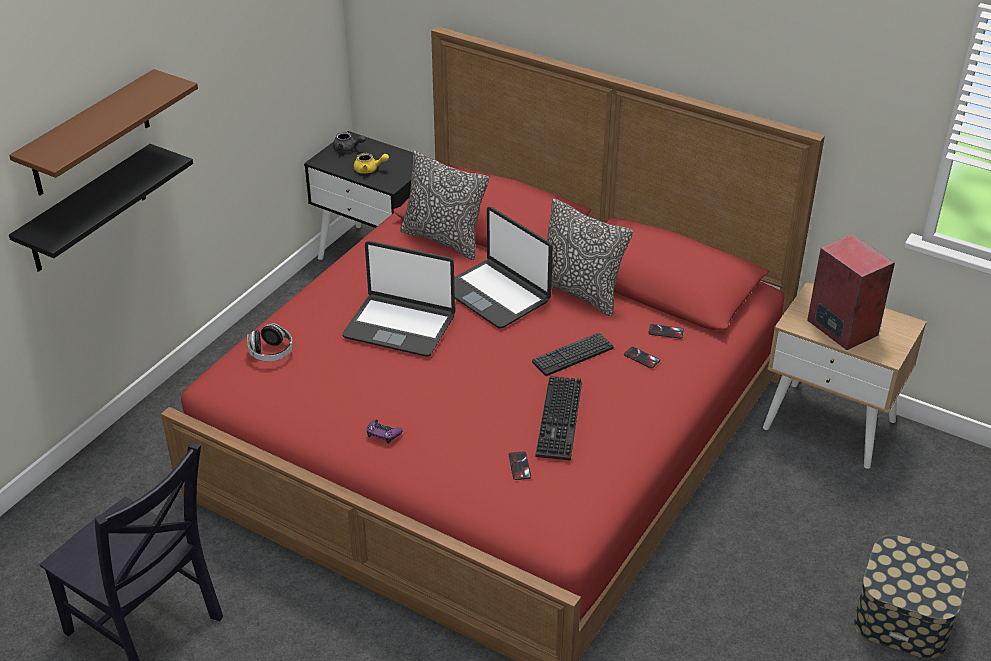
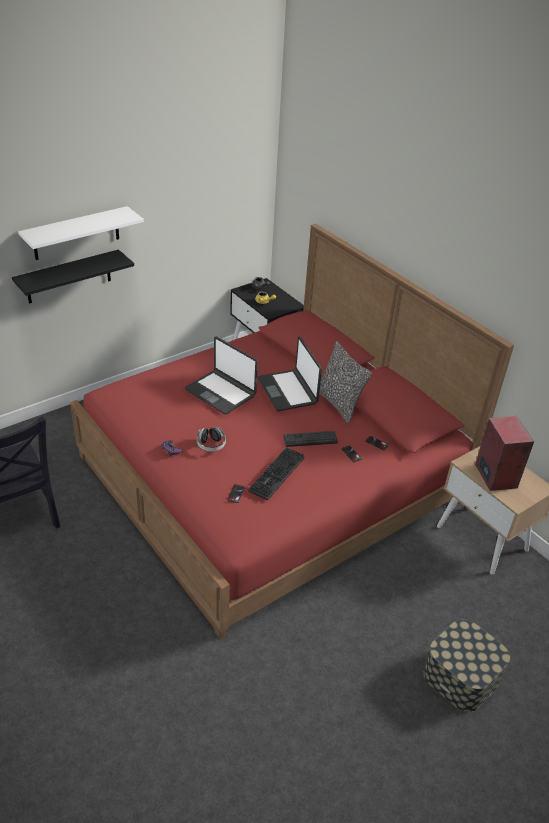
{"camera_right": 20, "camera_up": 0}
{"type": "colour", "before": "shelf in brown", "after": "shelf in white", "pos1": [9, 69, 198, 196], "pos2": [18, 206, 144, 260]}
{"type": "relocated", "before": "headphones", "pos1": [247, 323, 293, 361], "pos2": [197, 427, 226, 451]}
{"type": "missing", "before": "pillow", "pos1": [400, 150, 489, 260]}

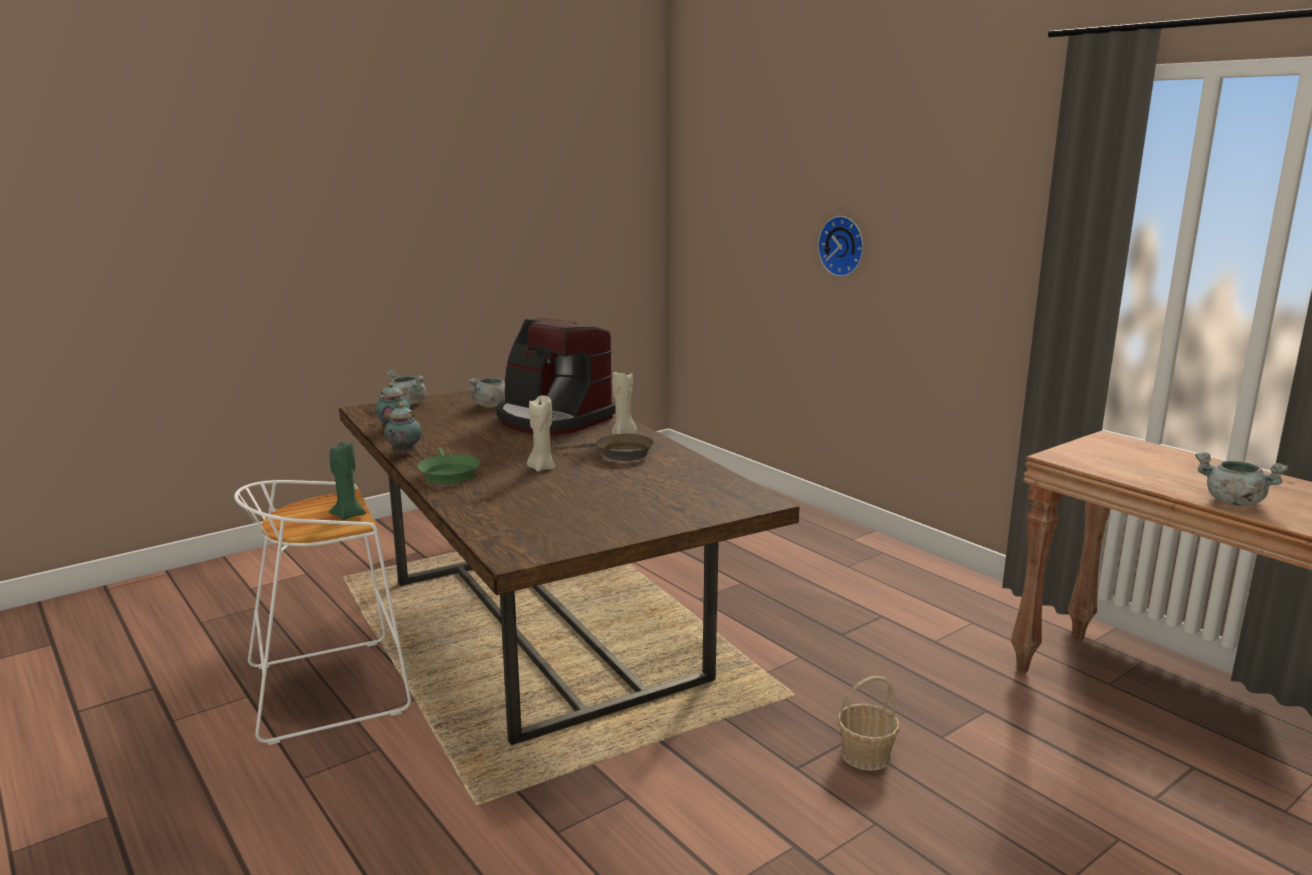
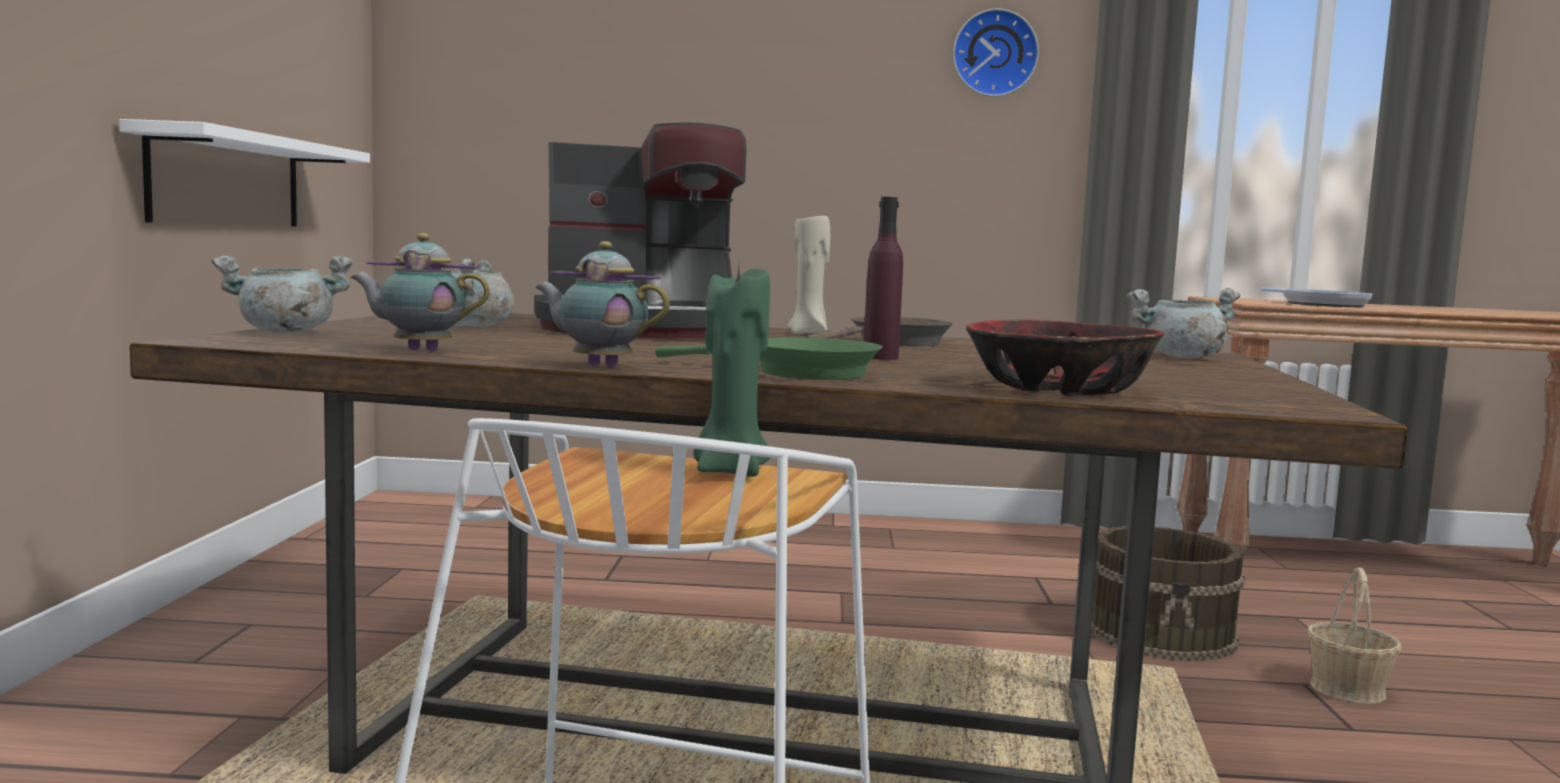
{"camera_right": -50, "camera_up": -10}
{"type": "appeared", "after": "shelf in white", "pos2": [119, 119, 370, 226]}
{"type": "spun", "before": "teapot", "pos1": [384, 404, 422, 455], "pos2": [535, 241, 670, 367], "turn": 150}
{"type": "exchanged", "before": "candle in beige", "after": "bottle in purple", "pos1": [527, 395, 555, 472], "pos2": [864, 197, 903, 360]}
{"type": "relocated", "before": "wall clock", "pos1": [818, 216, 863, 277], "pos2": [953, 9, 1039, 97]}
{"type": "appeared", "after": "bowl", "pos2": [966, 319, 1165, 396]}
{"type": "appeared", "after": "bucket in brown", "pos2": [1091, 526, 1245, 662]}
{"type": "relocated", "before": "cooking pot in grey", "pos1": [1195, 452, 1288, 506], "pos2": [1126, 288, 1240, 358]}
{"type": "appeared", "after": "frying pan", "pos2": [1260, 287, 1372, 308]}

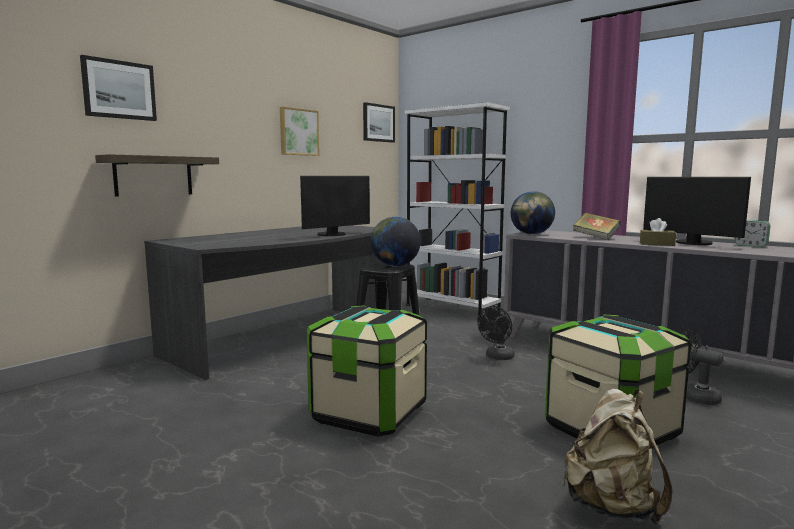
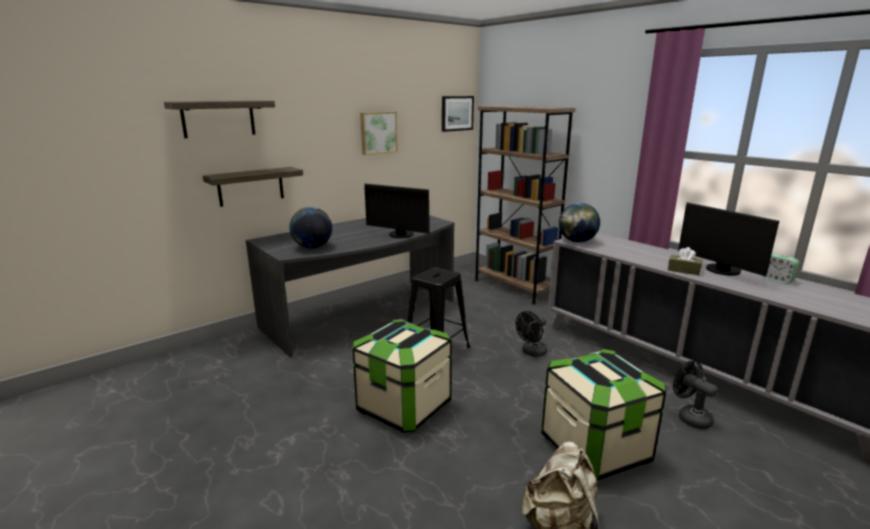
{"camera_right": 10, "camera_up": 10}
{"type": "exchanged", "before": "picture", "after": "shelf", "pos1": [80, 55, 157, 121], "pos2": [164, 100, 275, 138]}
{"type": "relocated", "before": "globe", "pos1": [371, 217, 421, 266], "pos2": [290, 207, 332, 248]}
{"type": "spun", "before": "monitor", "pos1": [300, 176, 370, 236], "pos2": [364, 183, 429, 238], "turn": 60}
{"type": "colour", "before": "bookcase in white", "after": "bookcase in brown", "pos1": [405, 102, 510, 320], "pos2": [475, 106, 576, 304]}
{"type": "missing", "before": "book", "pos1": [573, 213, 621, 240]}

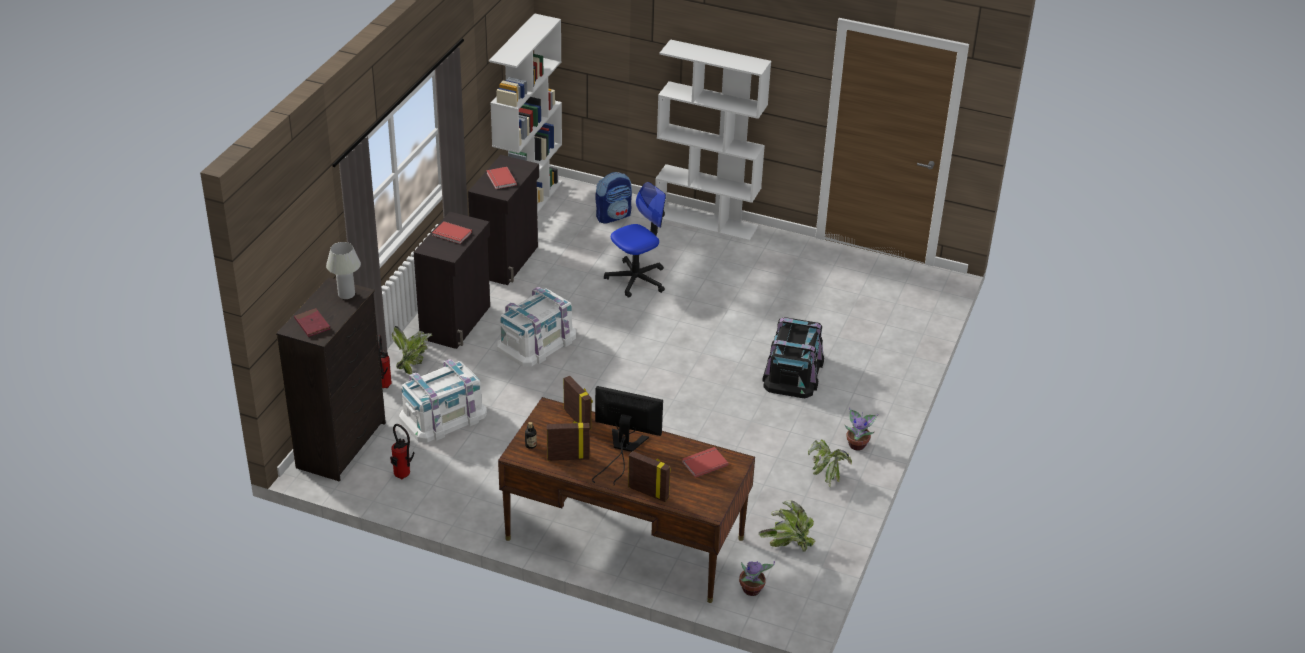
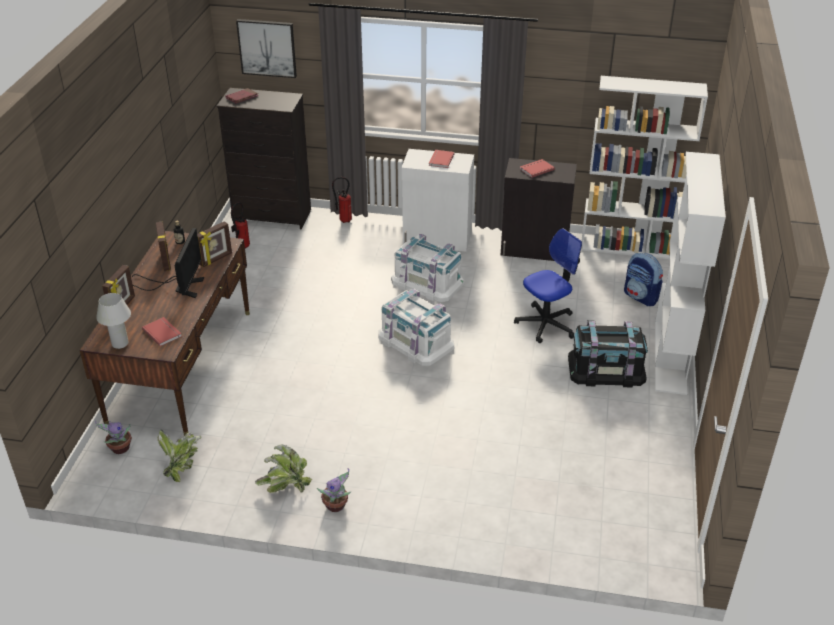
{"camera_right": 80, "camera_up": 0}
{"type": "relocated", "before": "table lamp in white", "pos1": [326, 242, 361, 299], "pos2": [96, 293, 131, 349]}
{"type": "appeared", "after": "picture", "pos2": [236, 19, 297, 78]}
{"type": "relocated", "before": "storage box in white", "pos1": [399, 359, 487, 443], "pos2": [379, 289, 454, 366]}
{"type": "colour", "before": "cabinet in black", "after": "cabinet in white", "pos1": [414, 212, 490, 349], "pos2": [401, 149, 474, 252]}
{"type": "spun", "before": "office chair", "pos1": [604, 182, 666, 298], "pos2": [514, 228, 582, 343], "turn": -75}
{"type": "relocated", "before": "storage box in black", "pos1": [762, 317, 824, 398], "pos2": [568, 320, 648, 387]}
{"type": "missing", "before": "potted plant", "pos1": [392, 326, 432, 375]}

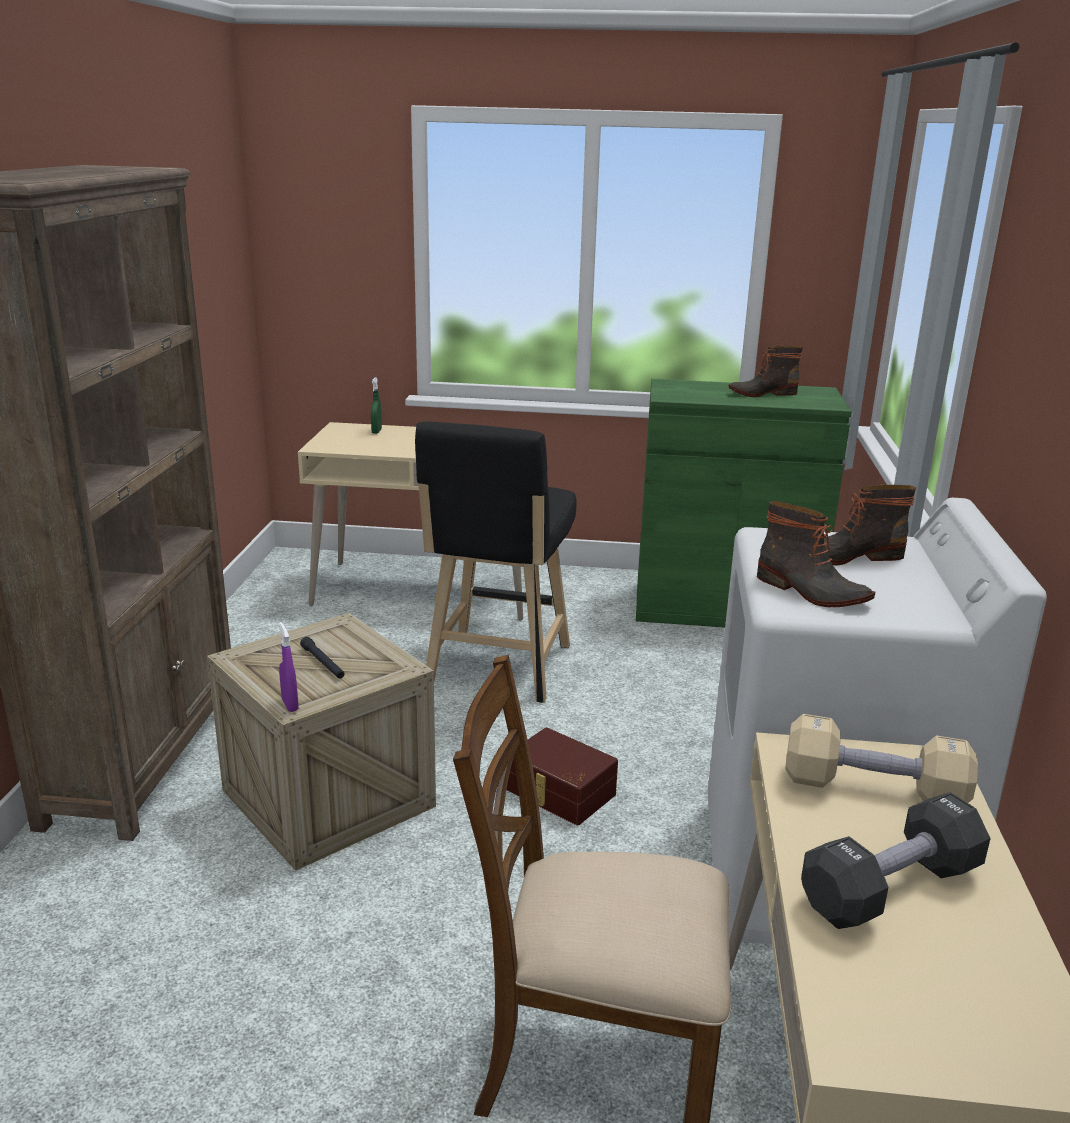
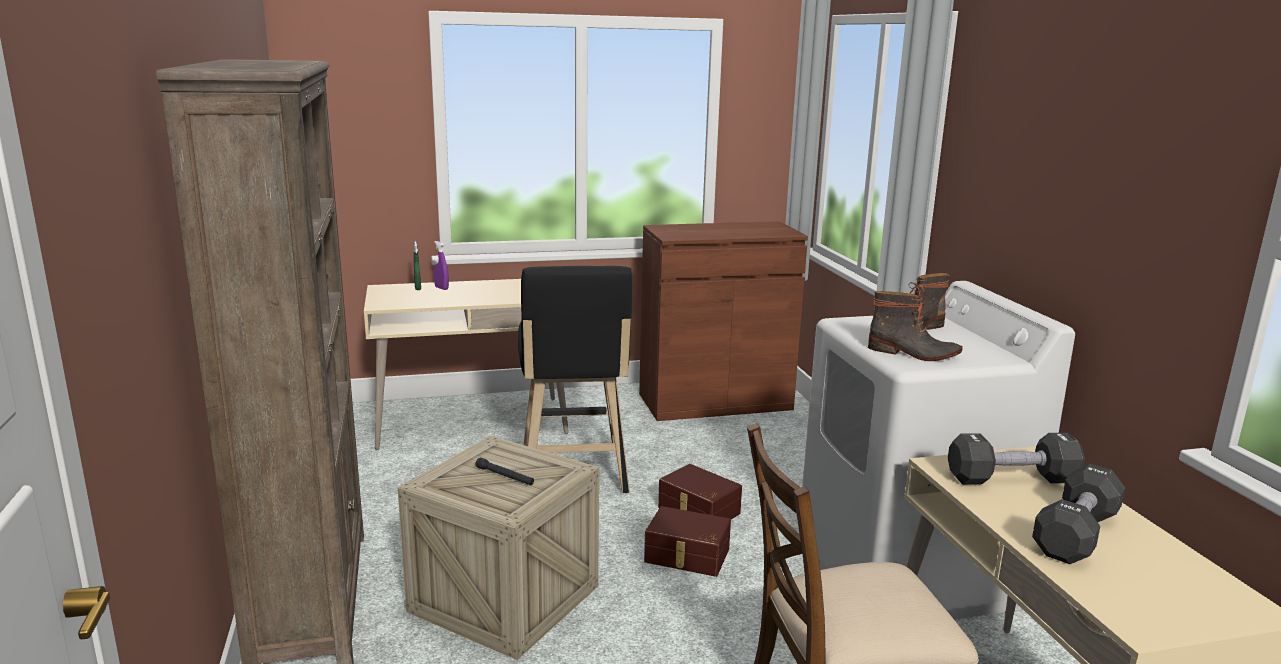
{"camera_right": -20, "camera_up": -5}
{"type": "relocated", "before": "spray bottle in purple", "pos1": [279, 622, 299, 712], "pos2": [433, 241, 449, 290]}
{"type": "colour", "before": "cabinet in green", "after": "cabinet in brown", "pos1": [636, 379, 852, 628], "pos2": [639, 221, 808, 421]}
{"type": "appeared", "after": "storage box in brown", "pos2": [658, 464, 742, 519]}
{"type": "colour", "before": "dumbbell in beige", "after": "dumbbell in black", "pos1": [785, 714, 978, 803], "pos2": [948, 433, 1085, 485]}
{"type": "missing", "before": "boot", "pos1": [729, 346, 803, 397]}

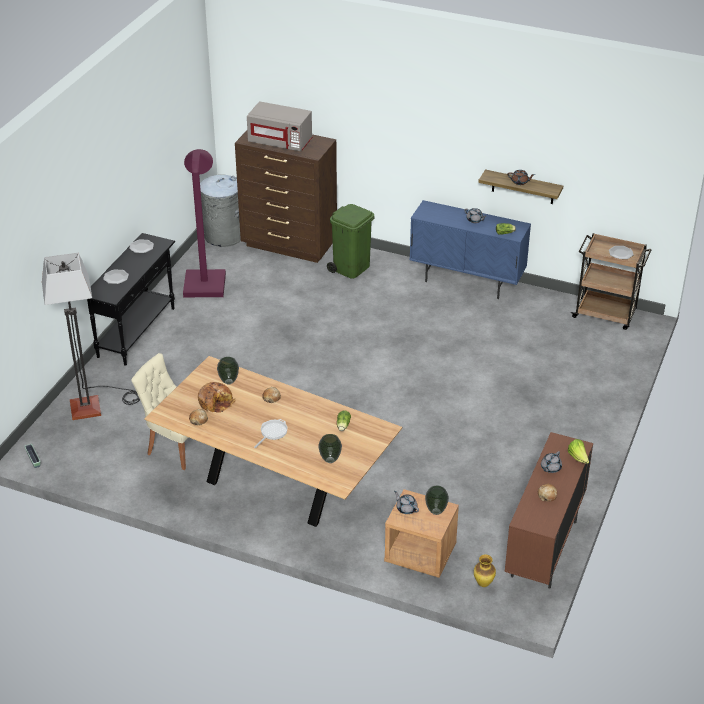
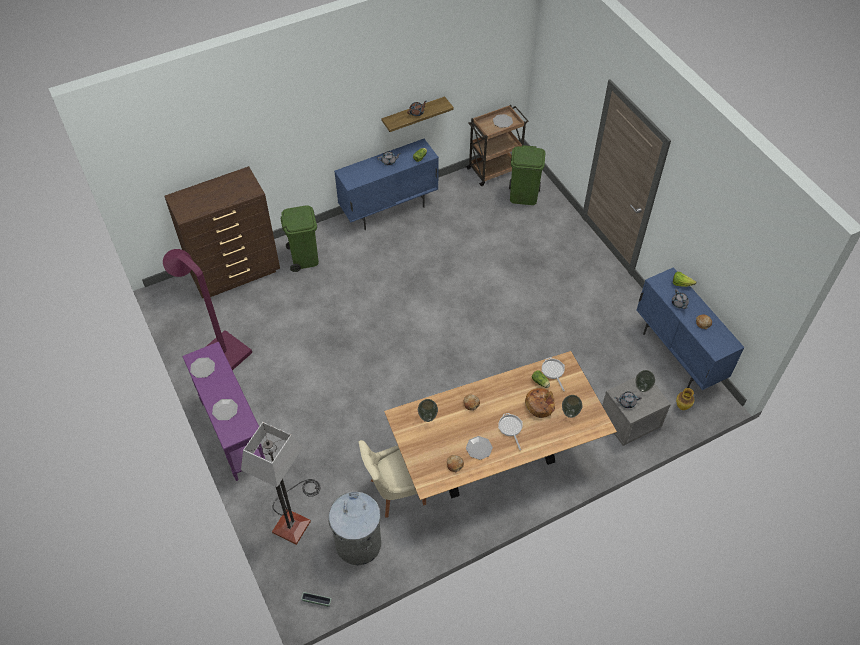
{"camera_right": -50, "camera_up": 15}
{"type": "colour", "before": "console table in black", "after": "console table in purple", "pos1": [87, 233, 175, 365], "pos2": [182, 342, 266, 481]}
{"type": "relocated", "before": "trash can in grey", "pos1": [200, 175, 241, 247], "pos2": [329, 492, 381, 565]}
{"type": "appeared", "after": "plate", "pos2": [466, 436, 493, 460]}
{"type": "appeared", "after": "trash can in green", "pos2": [509, 145, 545, 205]}
{"type": "relocated", "before": "bread", "pos1": [198, 382, 236, 413], "pos2": [525, 388, 555, 418]}
{"type": "appeared", "after": "frying pan", "pos2": [542, 357, 565, 391]}
{"type": "colour", "before": "nightstand in brown", "after": "nightstand in grey", "pos1": [384, 489, 459, 578], "pos2": [602, 377, 671, 446]}
{"type": "colour", "before": "cabinet in brown", "after": "cabinet in blue", "pos1": [505, 432, 593, 589], "pos2": [636, 267, 745, 390]}
{"type": "missing", "before": "microwave in grey", "pos1": [247, 101, 313, 151]}

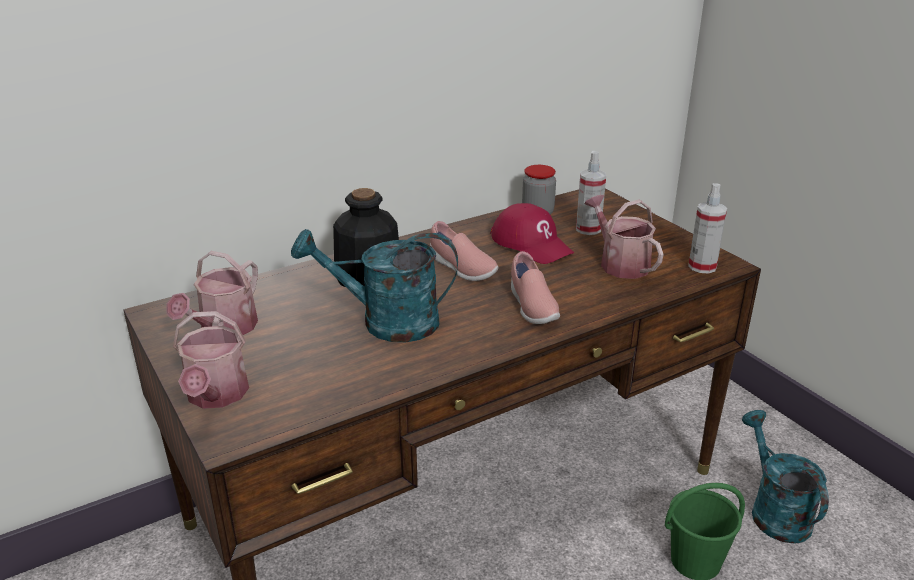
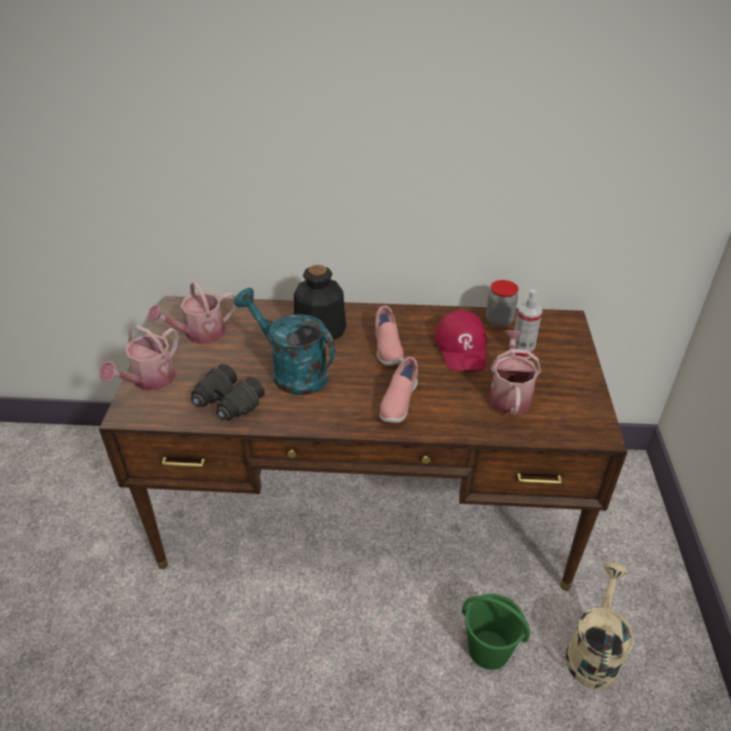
{"camera_right": 35, "camera_up": 10}
{"type": "appeared", "after": "binoculars in black", "pos2": [191, 364, 265, 420]}
{"type": "colour", "before": "watering can in turquoise", "after": "watering can in beige", "pos1": [742, 410, 829, 544], "pos2": [566, 562, 634, 689]}
{"type": "missing", "before": "spray bottle", "pos1": [688, 183, 727, 273]}

